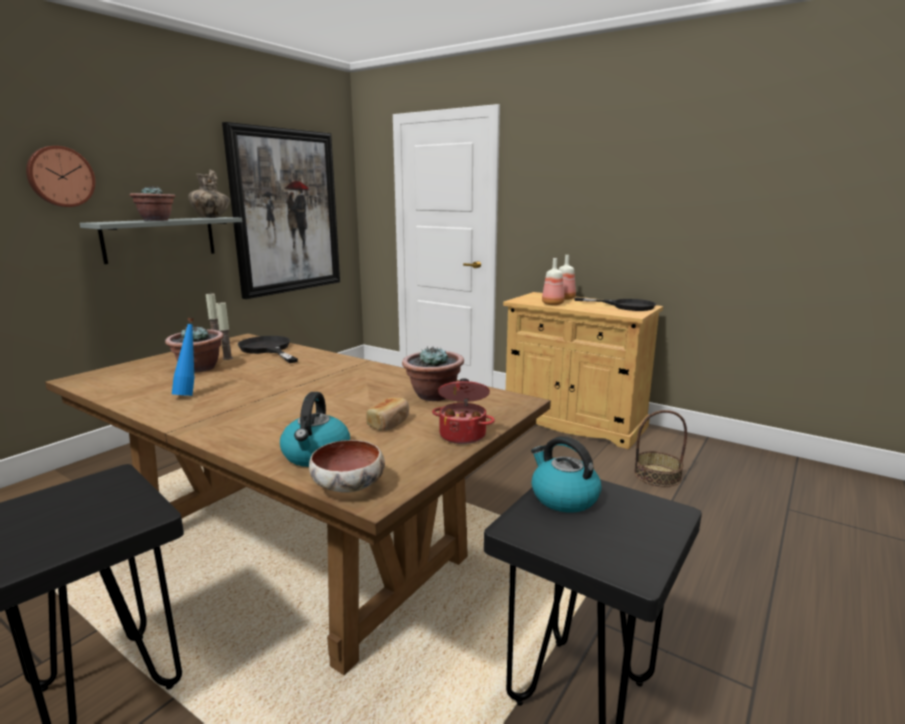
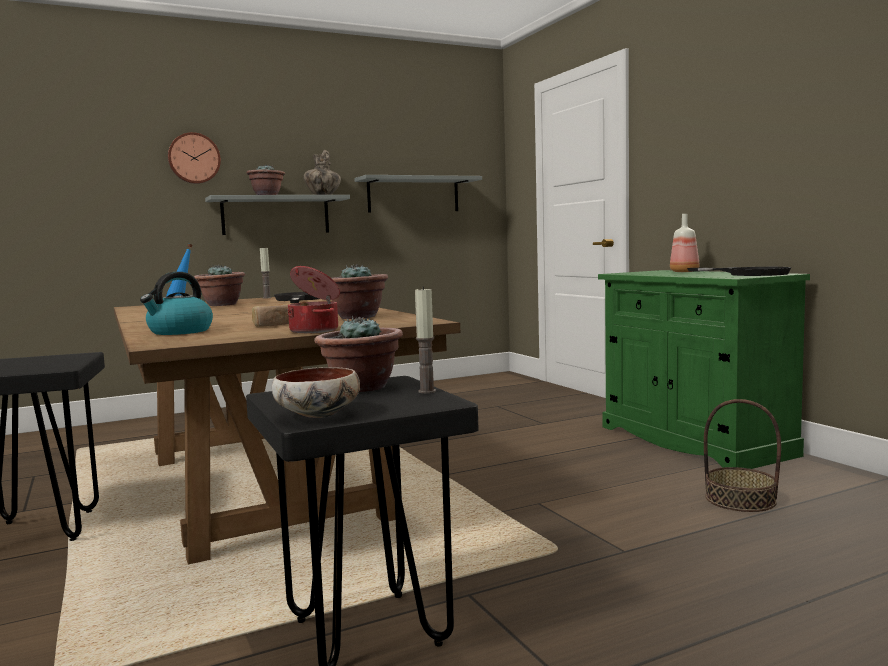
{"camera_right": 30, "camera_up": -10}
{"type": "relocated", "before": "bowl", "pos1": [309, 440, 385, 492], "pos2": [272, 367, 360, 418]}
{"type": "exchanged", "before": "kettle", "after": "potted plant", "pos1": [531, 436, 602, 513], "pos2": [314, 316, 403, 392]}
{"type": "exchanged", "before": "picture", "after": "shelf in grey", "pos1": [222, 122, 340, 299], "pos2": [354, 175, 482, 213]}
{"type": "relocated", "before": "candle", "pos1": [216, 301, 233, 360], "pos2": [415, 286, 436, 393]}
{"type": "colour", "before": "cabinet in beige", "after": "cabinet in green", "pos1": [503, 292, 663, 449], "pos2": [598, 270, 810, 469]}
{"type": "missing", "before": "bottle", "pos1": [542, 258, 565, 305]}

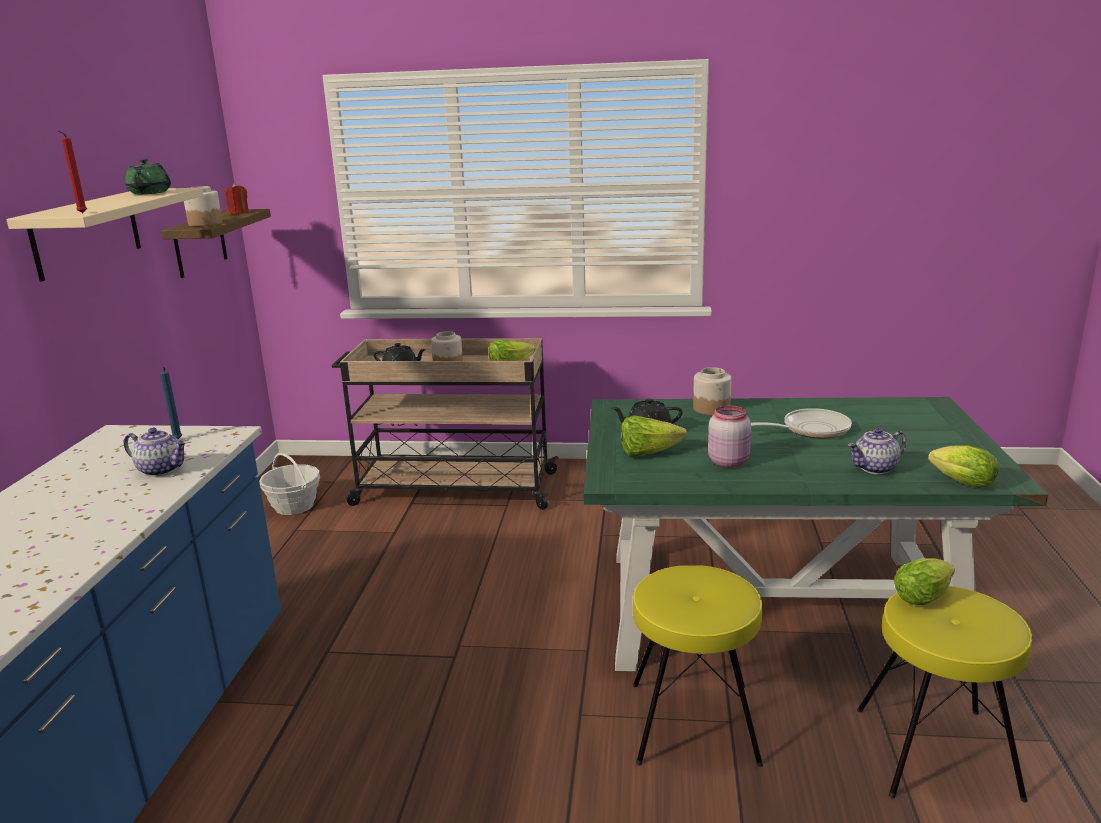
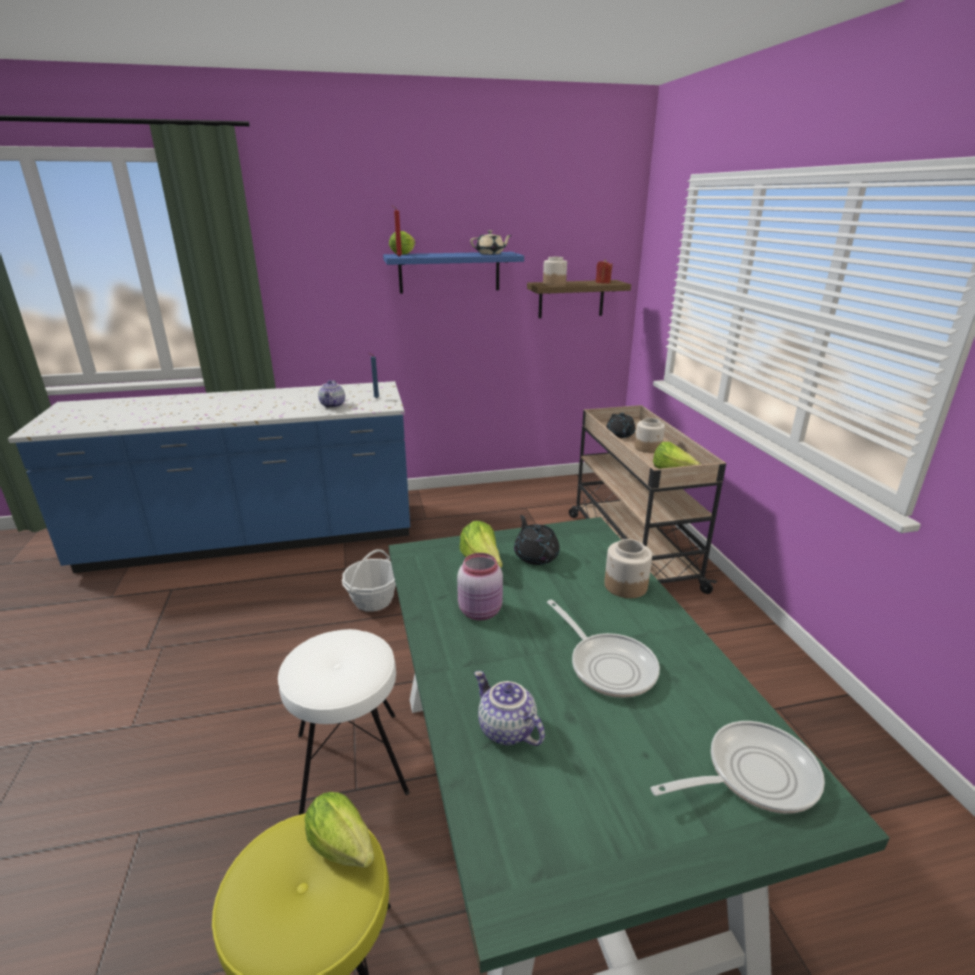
{"camera_right": 70, "camera_up": 5}
{"type": "colour", "before": "stool in yellow", "after": "stool in white", "pos1": [633, 565, 763, 767], "pos2": [278, 629, 410, 815]}
{"type": "relocated", "before": "basket", "pos1": [259, 453, 320, 515], "pos2": [342, 549, 396, 612]}
{"type": "colour", "before": "shelf in beige", "after": "shelf in blue", "pos1": [6, 188, 203, 282], "pos2": [383, 252, 524, 293]}
{"type": "relocated", "before": "lettuce", "pos1": [928, 445, 999, 488], "pos2": [389, 231, 415, 255]}
{"type": "colour", "before": "teapot in green", "after": "teapot in beige", "pos1": [125, 159, 171, 194], "pos2": [470, 230, 511, 254]}
{"type": "appeared", "after": "frying pan", "pos2": [650, 721, 825, 814]}

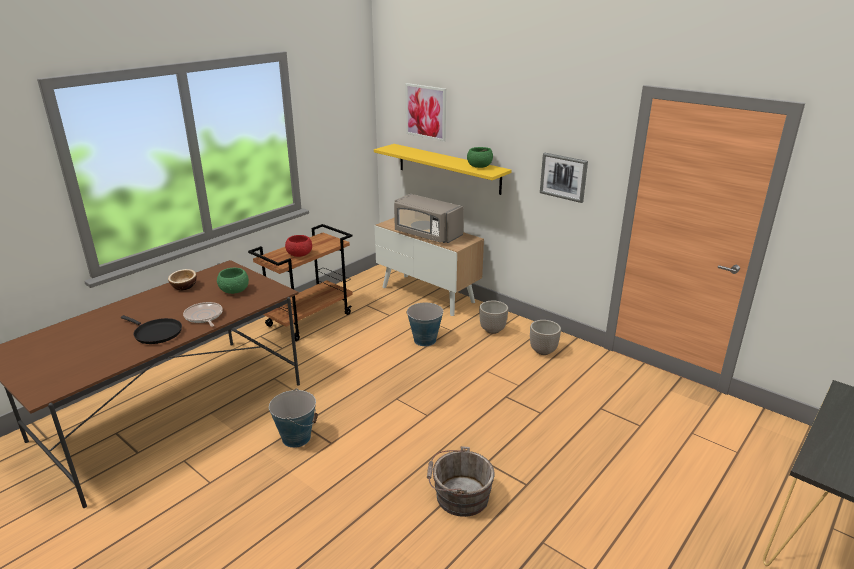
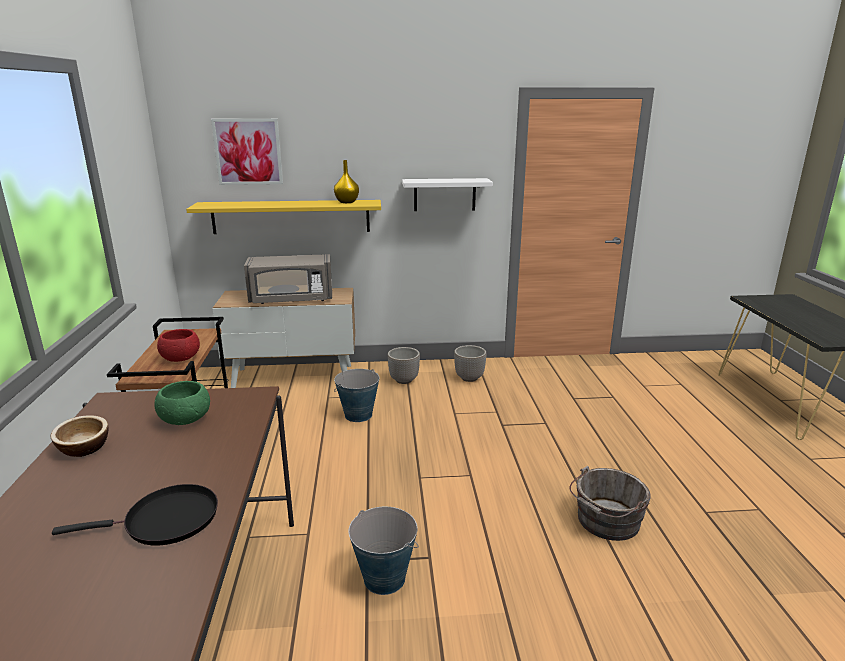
{"camera_right": -45, "camera_up": -5}
{"type": "exchanged", "before": "bowl in green", "after": "vase in yellow", "pos1": [467, 147, 493, 168], "pos2": [334, 160, 359, 203]}
{"type": "exchanged", "before": "picture", "after": "shelf in white", "pos1": [540, 153, 588, 203], "pos2": [402, 178, 493, 211]}
{"type": "missing", "before": "frying pan", "pos1": [183, 302, 223, 327]}

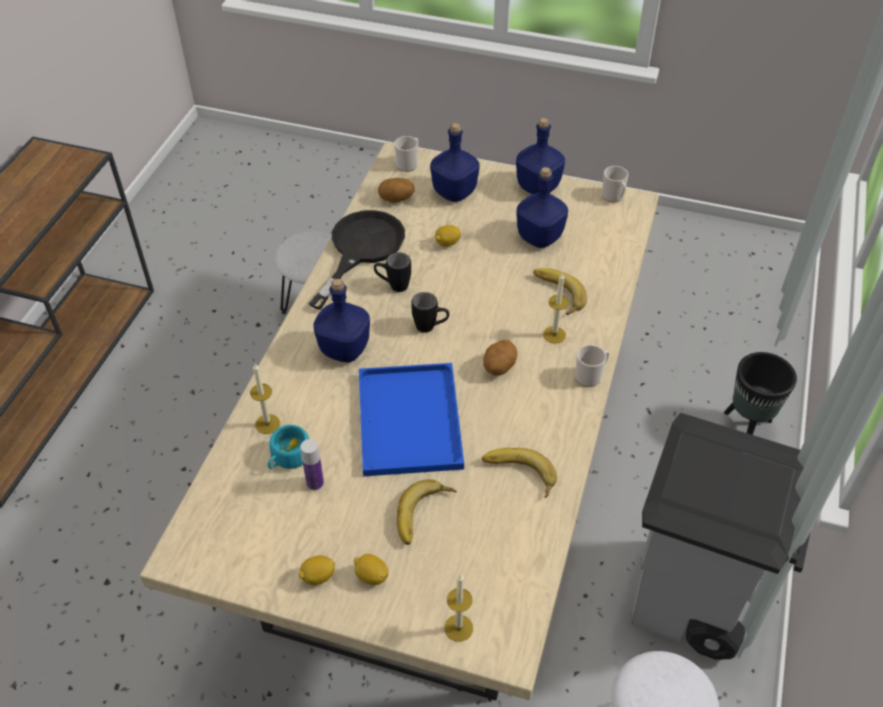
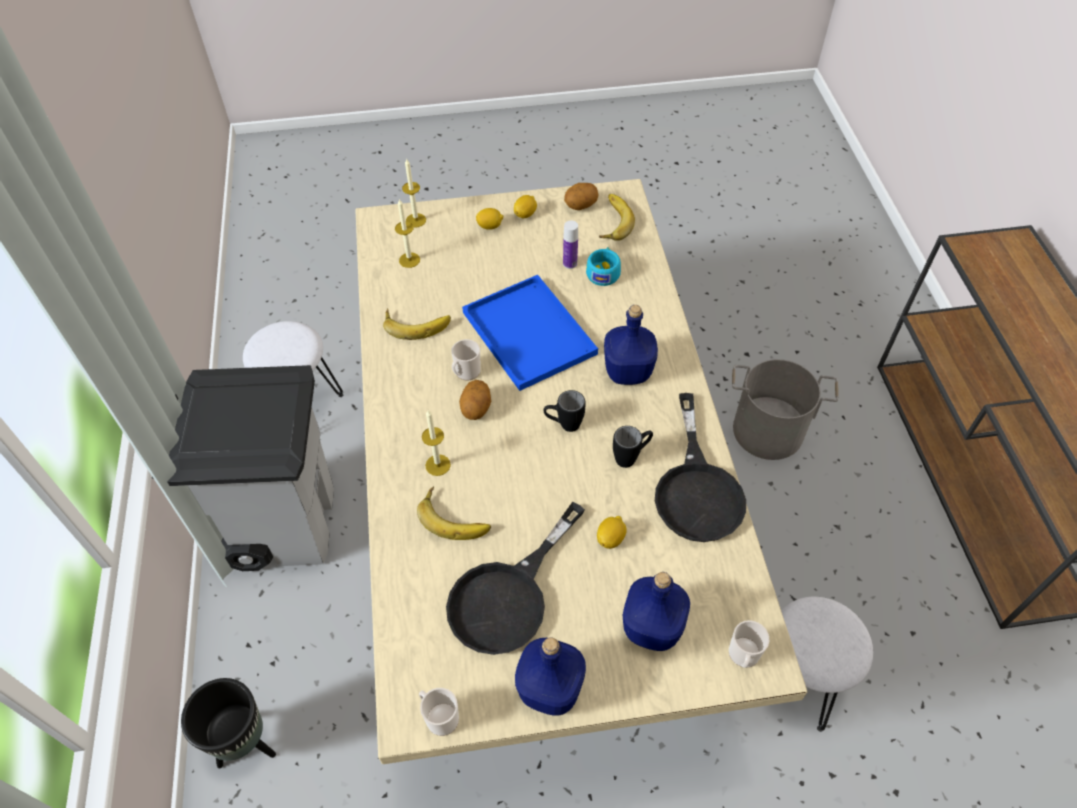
{"camera_right": 155, "camera_up": 5}
{"type": "relocated", "before": "candle", "pos1": [250, 364, 280, 434], "pos2": [395, 199, 420, 268]}
{"type": "exchanged", "before": "bottle in blue", "after": "frying pan in black", "pos1": [516, 167, 568, 248], "pos2": [446, 502, 585, 655]}
{"type": "relocated", "before": "mug", "pos1": [575, 345, 609, 387], "pos2": [451, 339, 481, 380]}
{"type": "relocated", "before": "potato", "pos1": [378, 178, 415, 203], "pos2": [564, 183, 598, 210]}
{"type": "relocated", "before": "banana", "pos1": [397, 479, 457, 545], "pos2": [599, 194, 635, 241]}
{"type": "appeared", "after": "bucket in grey", "pos2": [732, 359, 838, 460]}

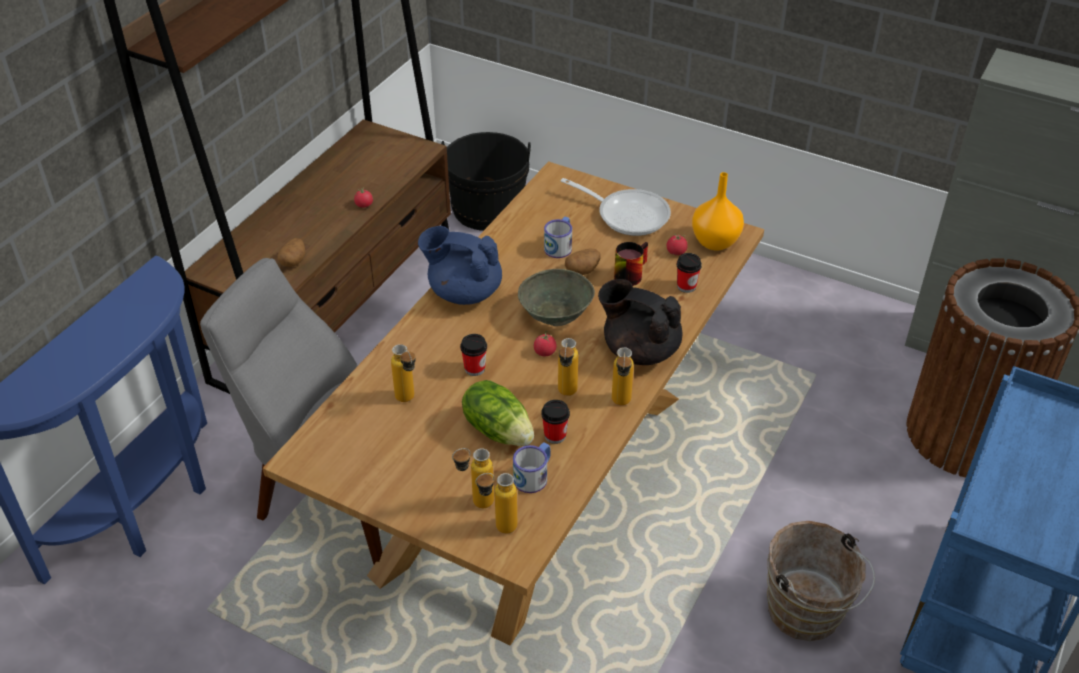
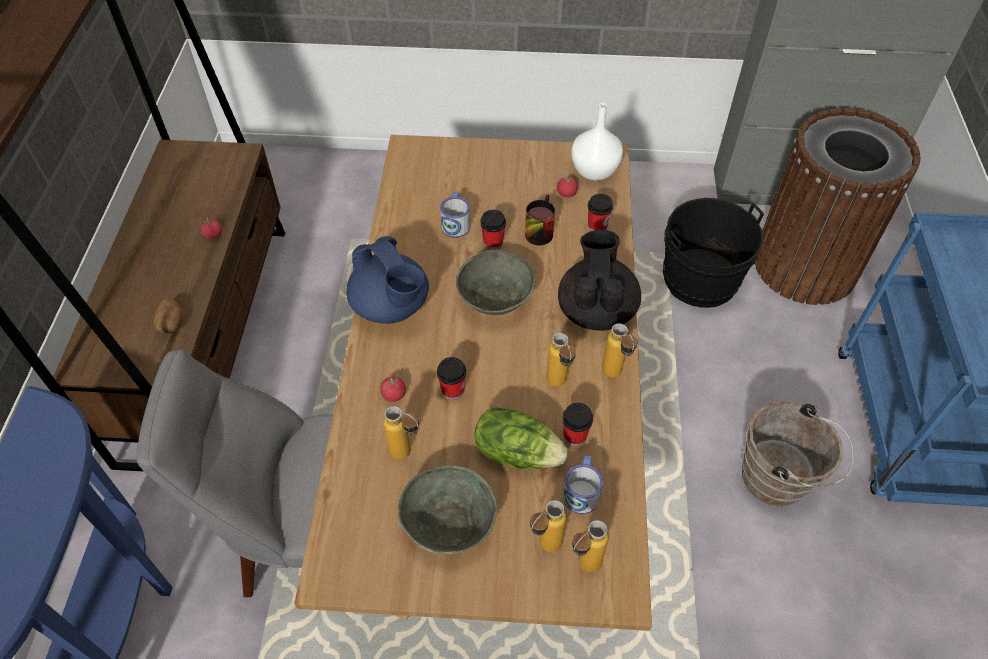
{"camera_right": -25, "camera_up": 10}
{"type": "spun", "before": "teapot in blue", "pos1": [418, 226, 502, 305], "pos2": [346, 236, 429, 324], "turn": -120}
{"type": "relocated", "before": "tomato", "pos1": [534, 331, 557, 356], "pos2": [380, 376, 406, 402]}
{"type": "appeared", "after": "bowl in grey", "pos2": [398, 465, 497, 555]}
{"type": "exchanged", "before": "potato", "after": "cup", "pos1": [565, 249, 601, 275], "pos2": [480, 210, 506, 250]}
{"type": "spun", "before": "teapot in black", "pos1": [598, 279, 682, 365], "pos2": [558, 230, 641, 331], "turn": 90}
{"type": "colour", "before": "vase in orange", "after": "vase in white", "pos1": [692, 172, 744, 251], "pos2": [571, 103, 623, 181]}
{"type": "relocated", "before": "bucket in black", "pos1": [441, 132, 531, 231], "pos2": [663, 198, 764, 308]}
{"type": "missing", "before": "frying pan", "pos1": [561, 178, 671, 236]}

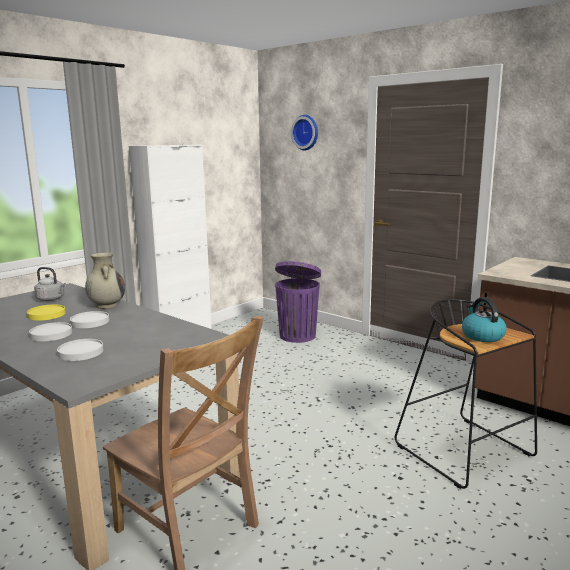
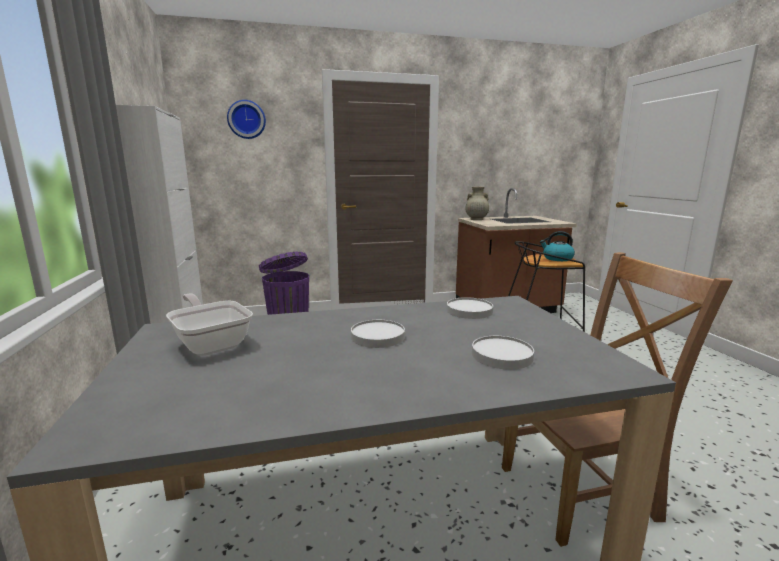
{"camera_right": -55, "camera_up": 0}
{"type": "exchanged", "before": "kettle in grey", "after": "frying pan", "pos1": [34, 267, 66, 301], "pos2": [166, 293, 253, 356]}
{"type": "relocated", "before": "plate in white", "pos1": [29, 322, 72, 341], "pos2": [447, 297, 493, 319]}
{"type": "relocated", "before": "vase in beige", "pos1": [85, 252, 125, 309], "pos2": [465, 187, 489, 220]}
{"type": "missing", "before": "plate in yellow", "pos1": [27, 305, 66, 321]}

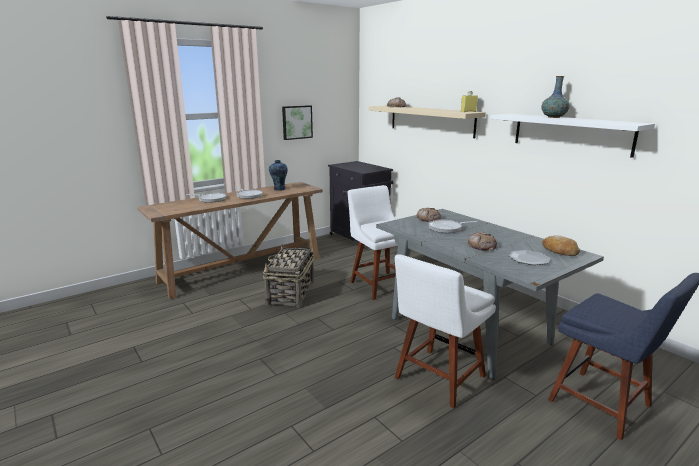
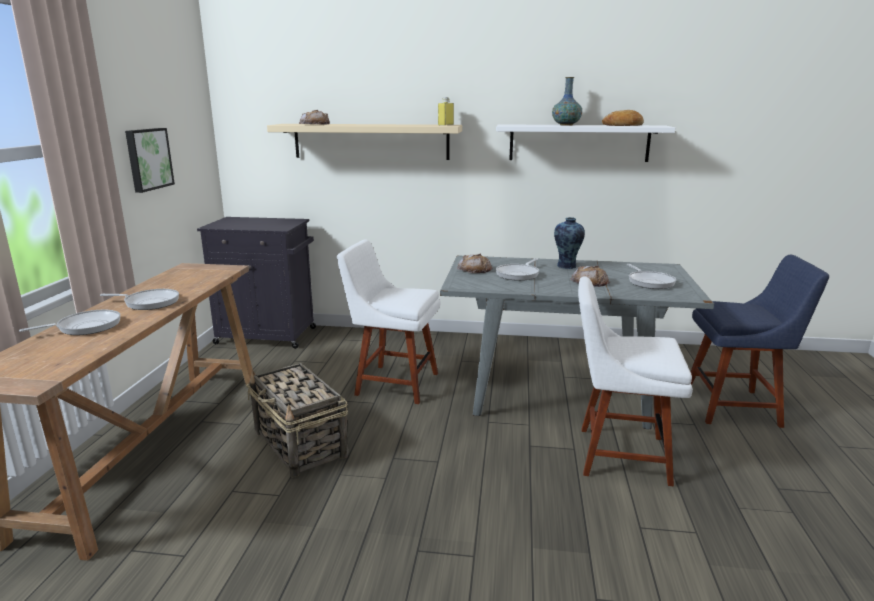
{"camera_right": -45, "camera_up": 0}
{"type": "relocated", "before": "vase", "pos1": [269, 160, 288, 191], "pos2": [554, 217, 585, 269]}
{"type": "spun", "before": "chair in white", "pos1": [395, 254, 496, 409], "pos2": [578, 276, 693, 486], "turn": 105}
{"type": "relocated", "before": "bread", "pos1": [542, 235, 580, 256], "pos2": [602, 110, 644, 126]}
{"type": "exchanged", "before": "plate", "after": "frying pan", "pos1": [509, 250, 550, 265], "pos2": [626, 264, 676, 289]}

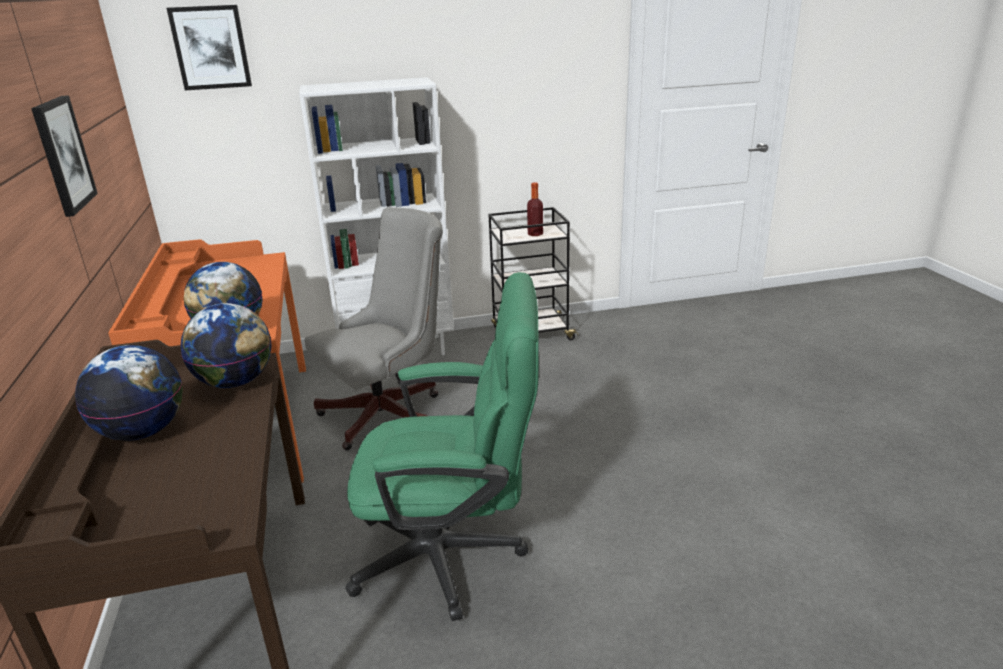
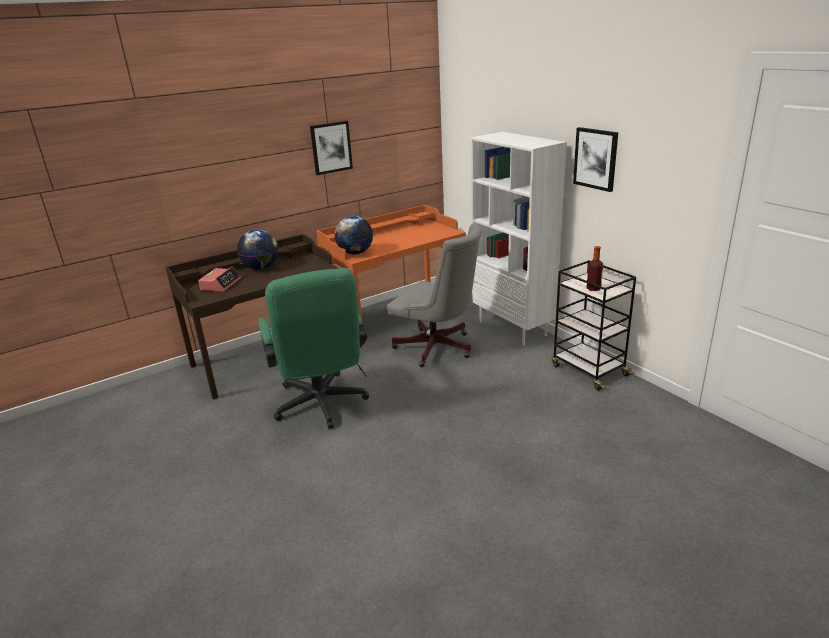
{"camera_right": 70, "camera_up": 0}
{"type": "appeared", "after": "alarm clock", "pos2": [198, 267, 241, 291]}
{"type": "relocated", "before": "picture", "pos1": [167, 5, 252, 90], "pos2": [573, 127, 618, 192]}
{"type": "missing", "before": "globe", "pos1": [181, 303, 272, 388]}

